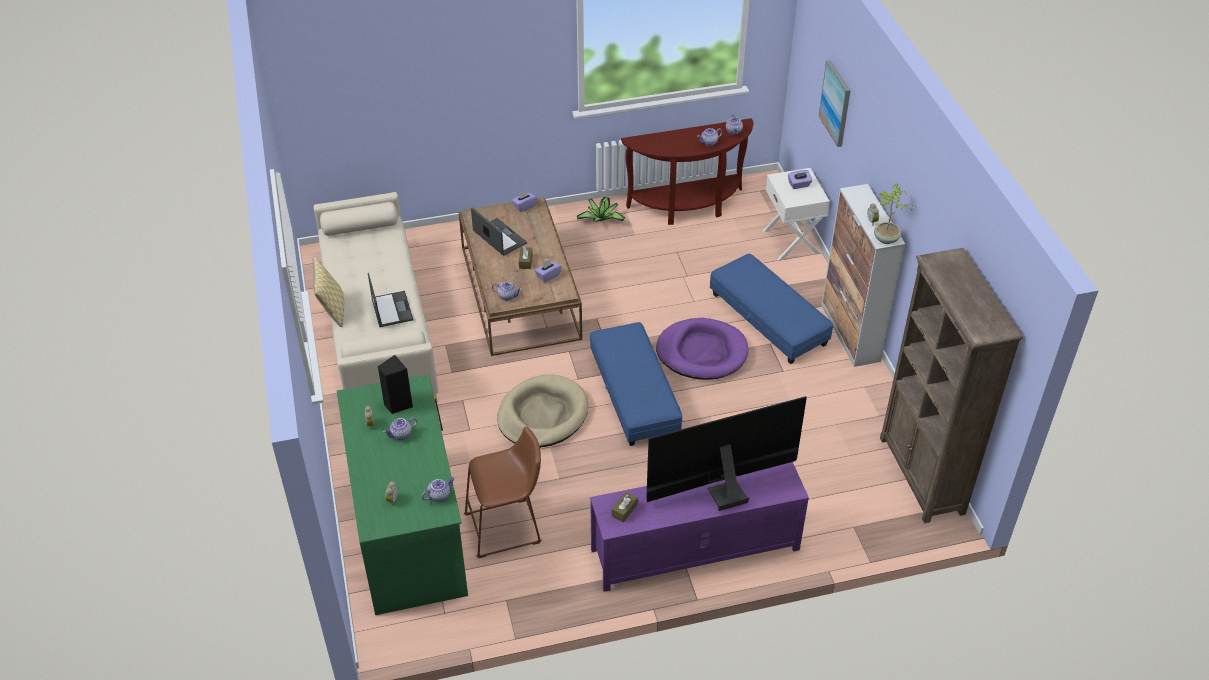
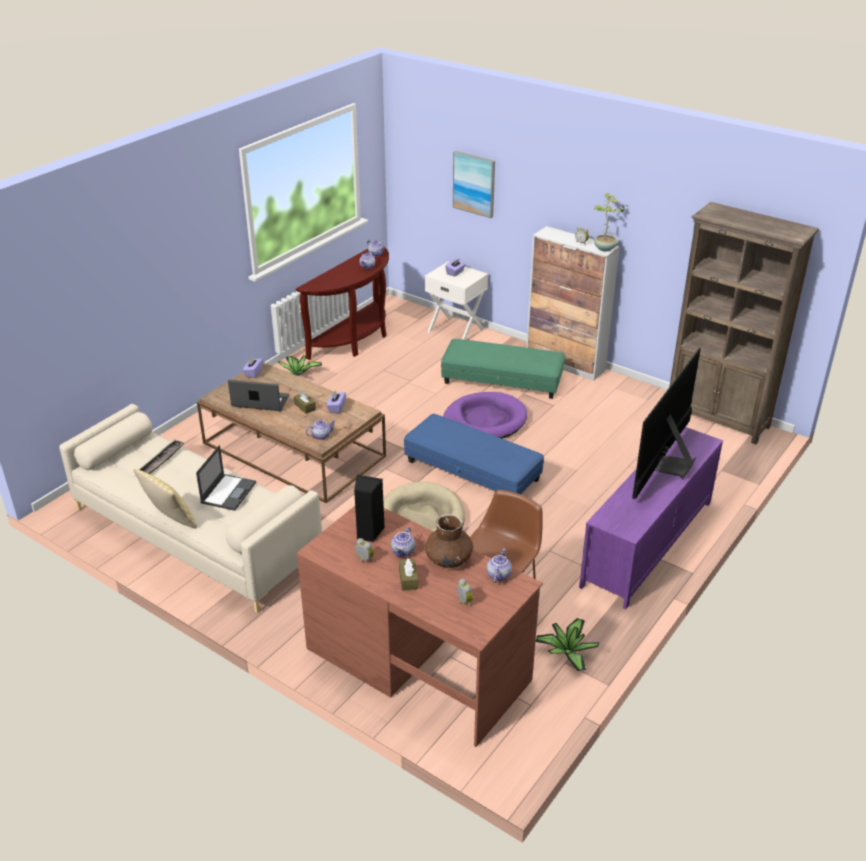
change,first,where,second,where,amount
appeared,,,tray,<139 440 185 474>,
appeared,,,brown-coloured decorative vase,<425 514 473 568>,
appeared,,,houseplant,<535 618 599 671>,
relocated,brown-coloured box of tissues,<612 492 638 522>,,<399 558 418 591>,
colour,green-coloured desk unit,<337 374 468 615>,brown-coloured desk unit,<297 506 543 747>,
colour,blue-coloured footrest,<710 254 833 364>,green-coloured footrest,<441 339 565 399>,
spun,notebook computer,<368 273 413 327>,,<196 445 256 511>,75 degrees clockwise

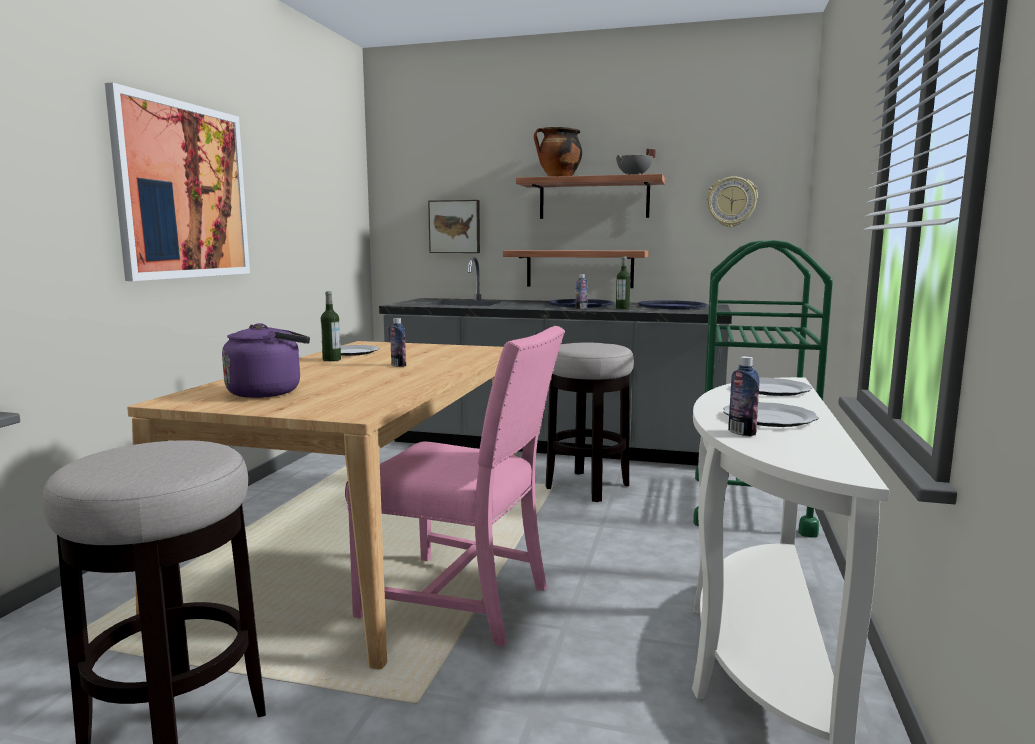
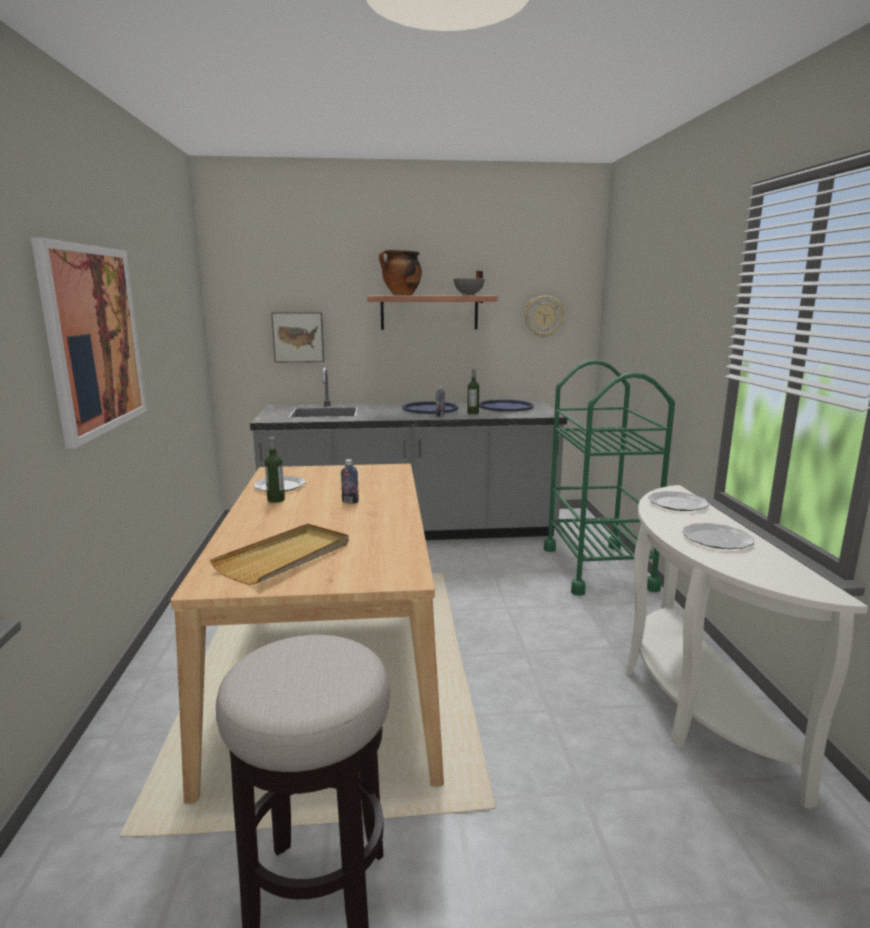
change,first,where,second,where,amount
missing,pinkish chair,<345 326 565 647>,,,
missing,shelf,<503 250 649 288>,,,
missing,stool seat,<546 343 634 502>,,,
missing,bottle,<728 356 760 436>,,,
exchanged,purple tea kettle,<222 323 310 398>,sand-coloured tray,<210 523 349 585>,

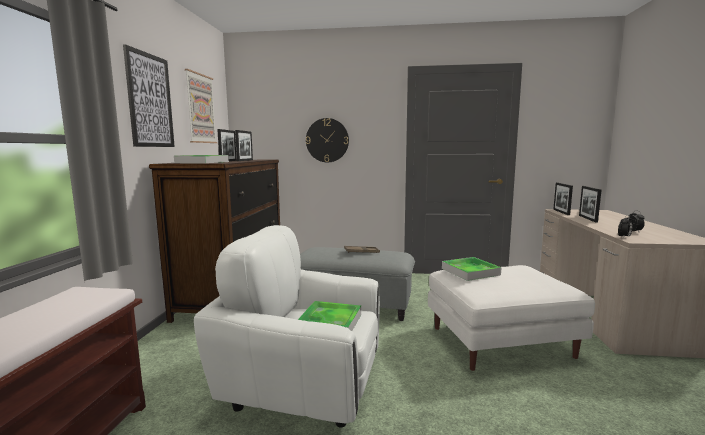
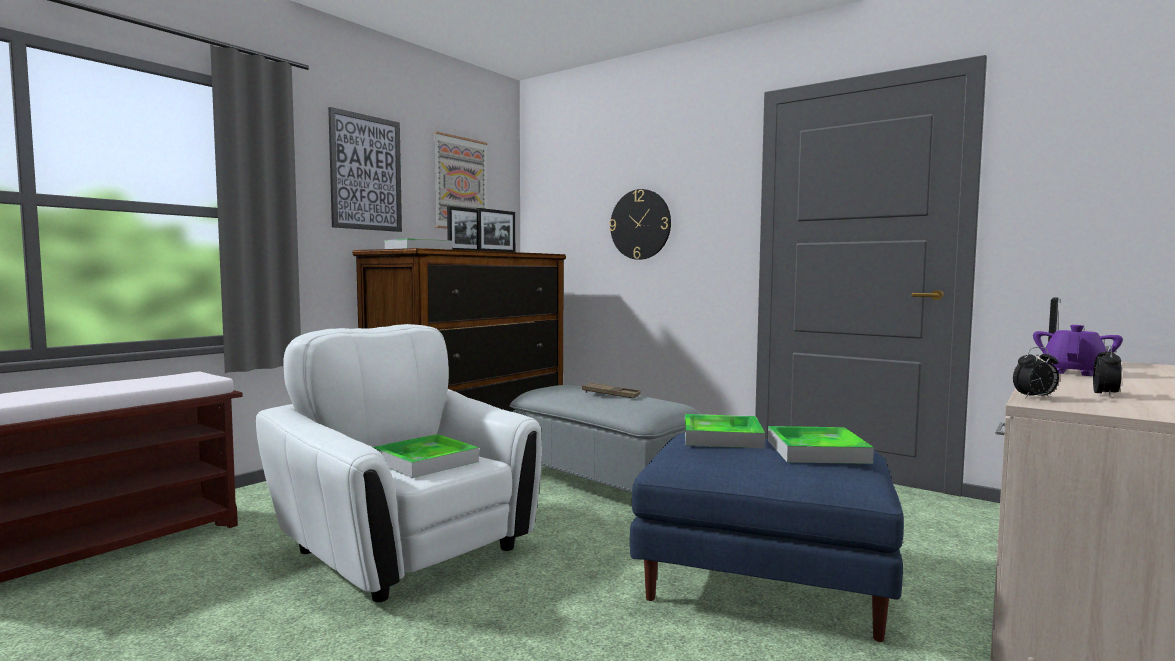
change,first,where,second,where,amount
appeared,,,tray,<768 426 874 464>,
exchanged,standing frame,<579 186 601 223>,purple teapot,<1033 325 1123 376>,
colour,white-coloured footrest,<428 265 595 371>,blue-coloured footrest,<630 433 904 642>,

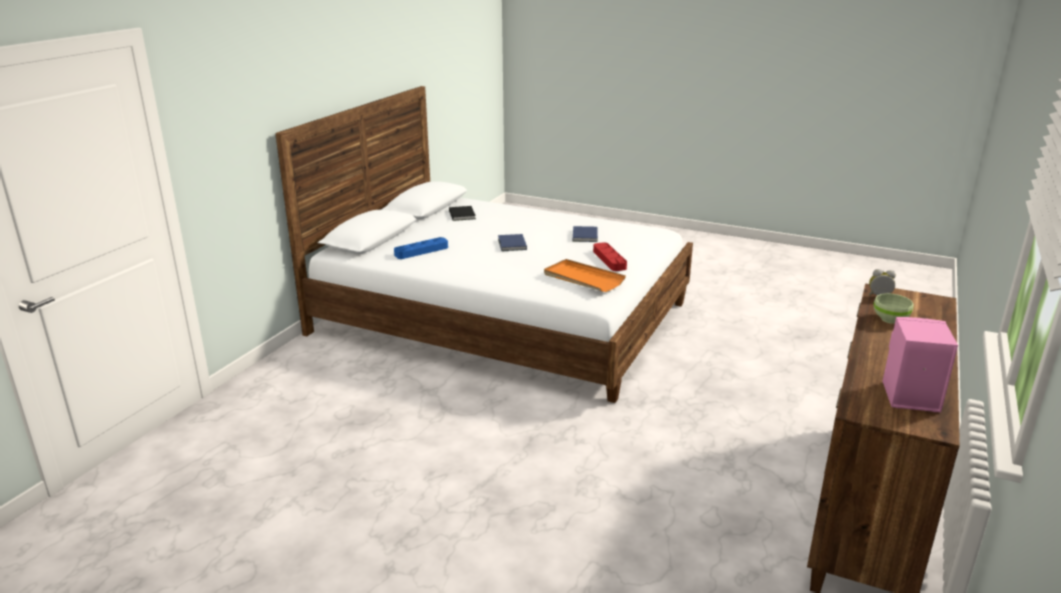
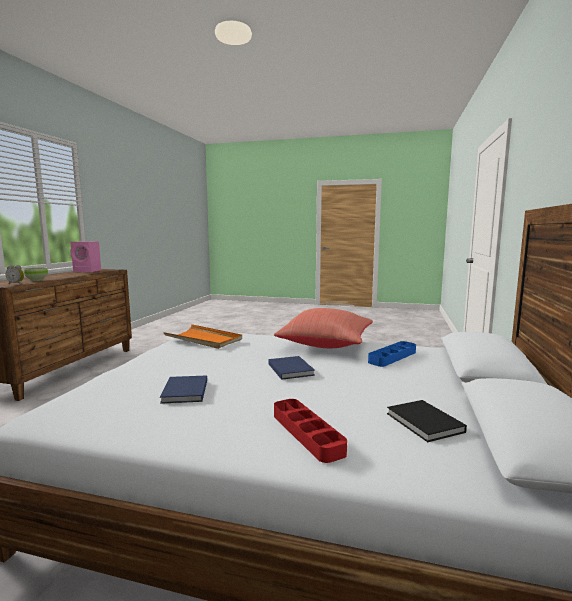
change,first,where,second,where,amount
appeared,,,red-coloured pillow,<274 308 373 348>,
relocated,red-coloured tray,<593 242 627 271>,,<274 399 347 463>,

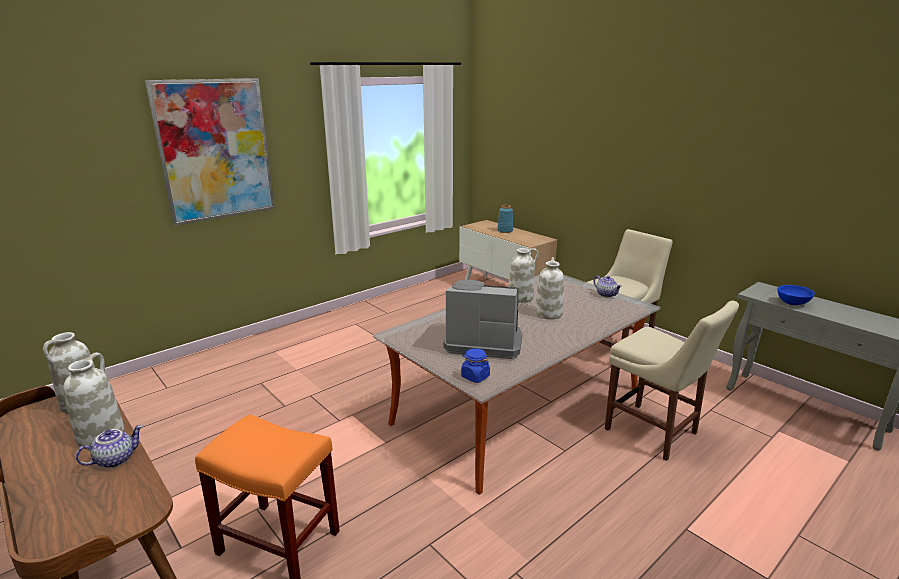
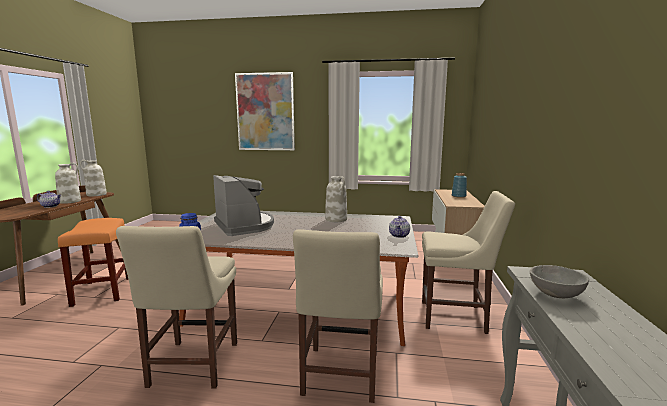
change,first,where,second,where,amount
missing,white-coloured decorative vase,<535 257 564 319>,,,
appeared,,,sand-coloured chair,<116 226 237 389>,
colour,blue-coloured deep dish,<777 285 815 305>,greyish deep dish,<530 265 589 298>,

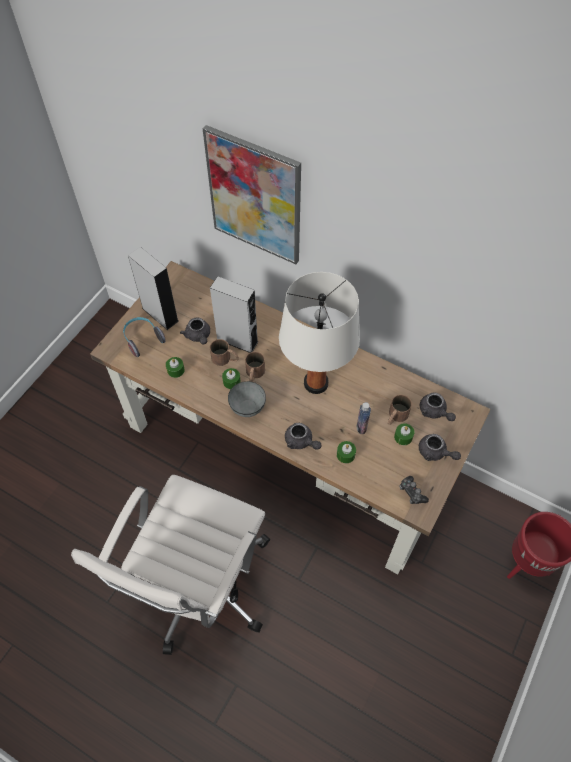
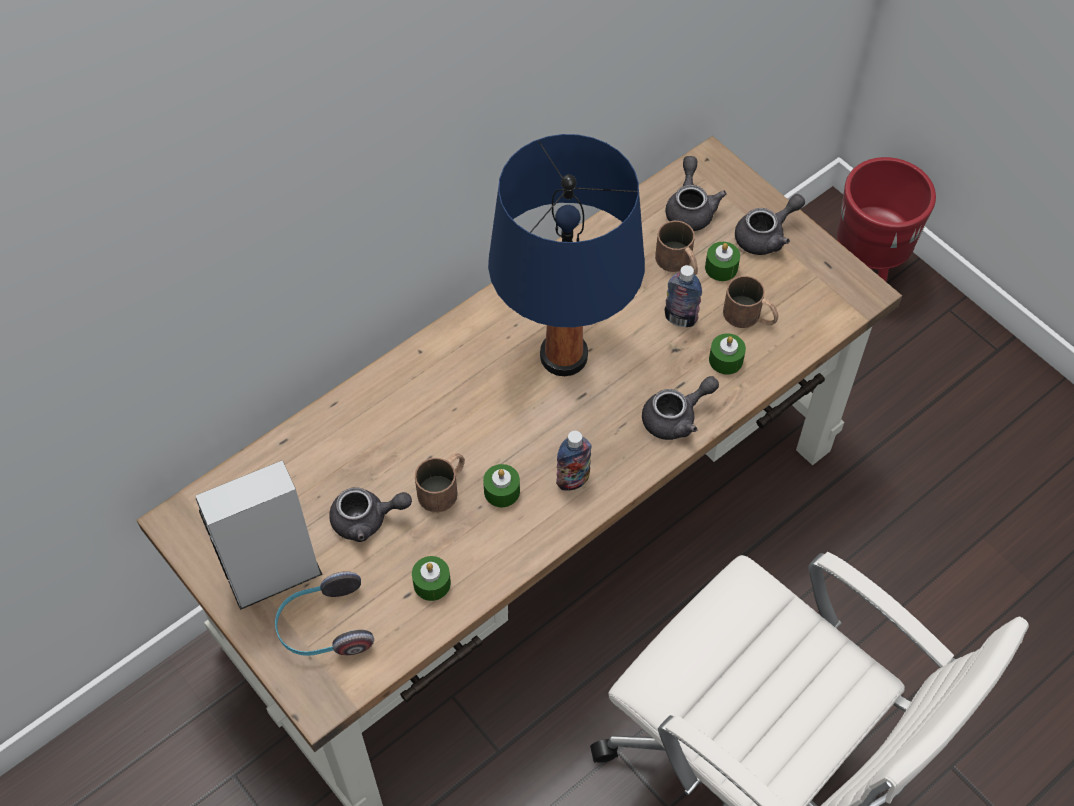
change,first,where,second,where,amount
missing,wall art,<203 125 301 264>,,,
missing,greyish speaker,<210 276 258 353>,,,
missing,game controller,<400 476 429 504>,,,
relocated,brown-coloured coffee mug,<245 352 265 382>,,<723 276 778 328>,
exchanged,greyish deep dish,<228 381 266 417>,bottle,<556 431 592 491>,
colour,white-coloured table lamp,<279 272 360 394>,blue-coloured table lamp,<488 134 645 376>,
spun,greyish teapot,<420 393 456 421>,,<665 156 727 231>,75 degrees counterclockwise

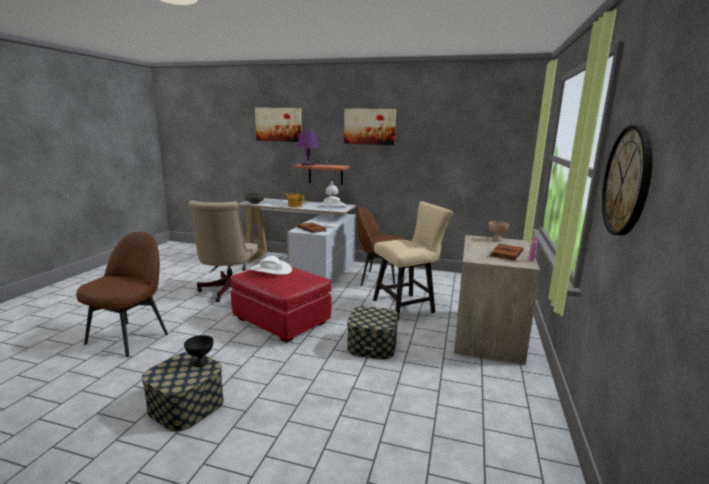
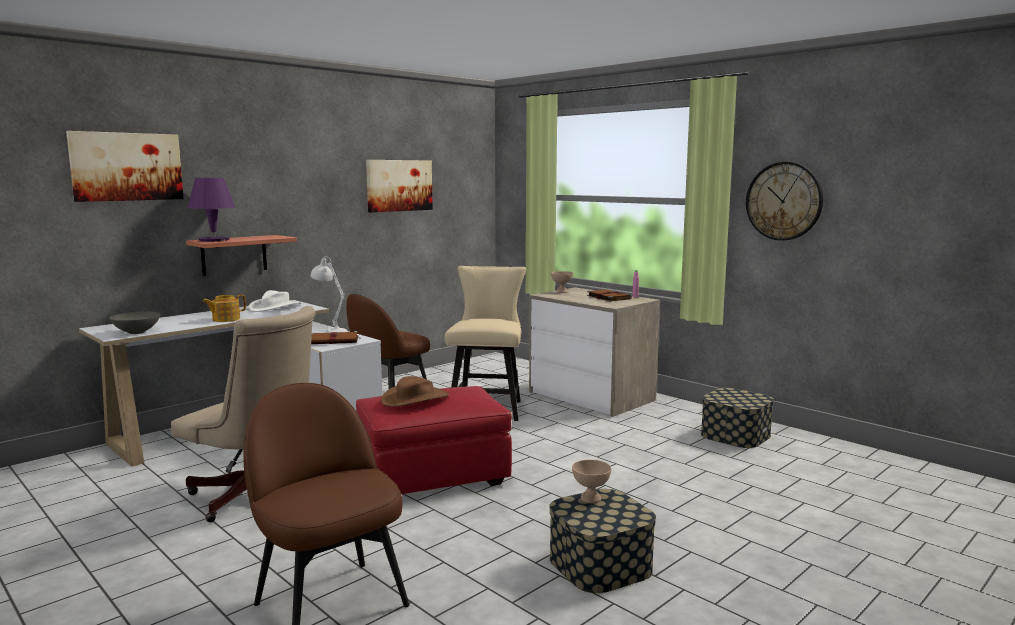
change,first,where,second,where,amount
relocated,wall art,<344 109 396 145>,,<366 160 433 212>,
relocated,storage container,<347 306 399 359>,,<701 388 774 448>,
colour,blackish deep dish,<184 335 214 367>,sand-coloured deep dish,<572 460 611 503>,
colour,white-coloured wearable hat,<250 256 292 275>,brown-coloured wearable hat,<381 376 449 407>,

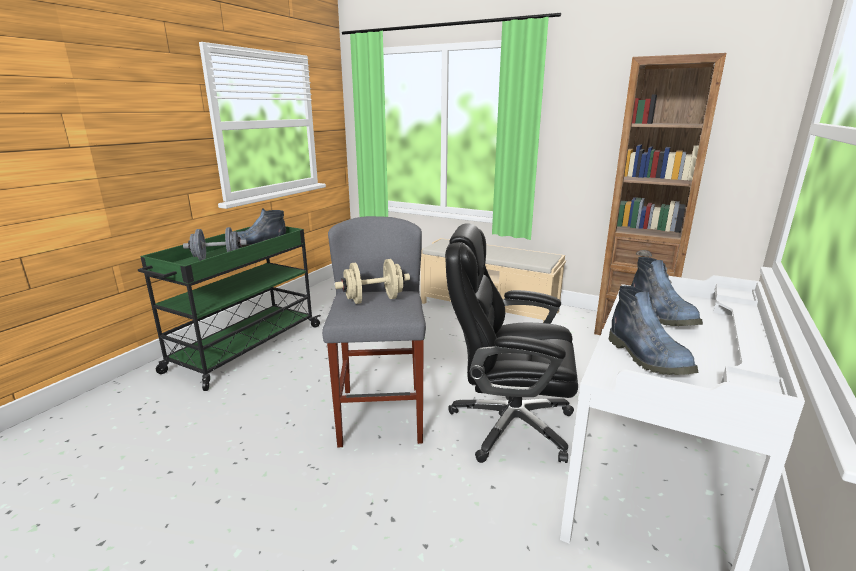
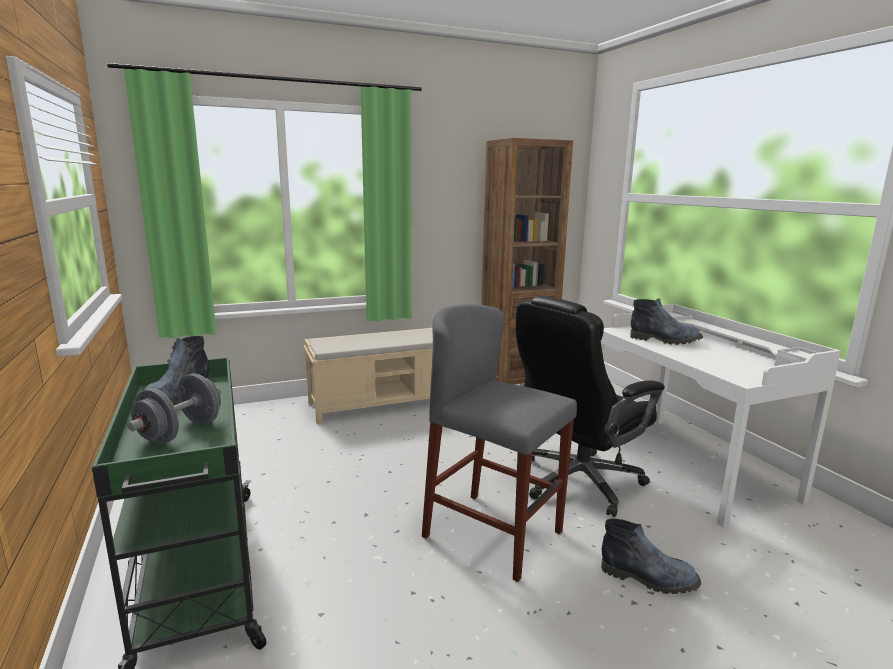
change,first,where,second,where,amount
missing,sand-coloured dumbbell,<335 259 410 304>,,,
relocated,boot,<609 286 698 375>,,<601 518 701 594>,

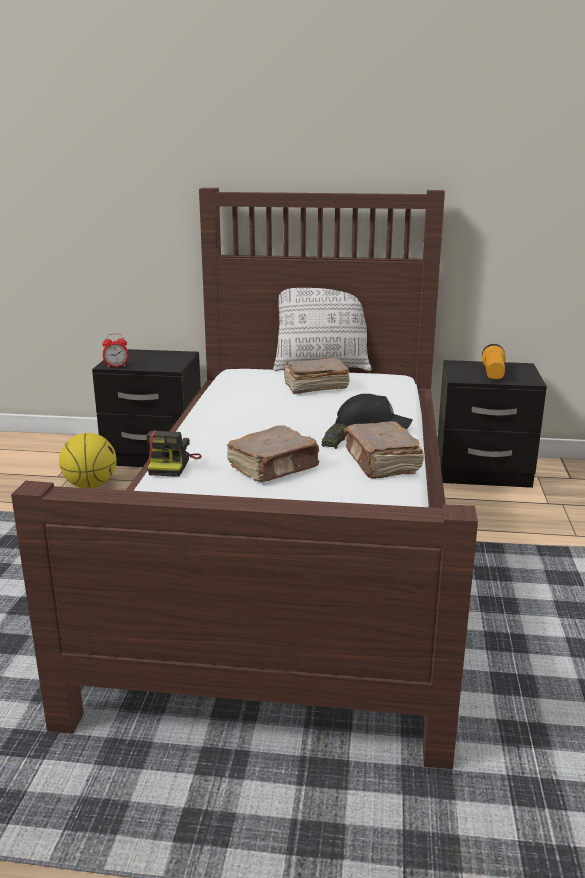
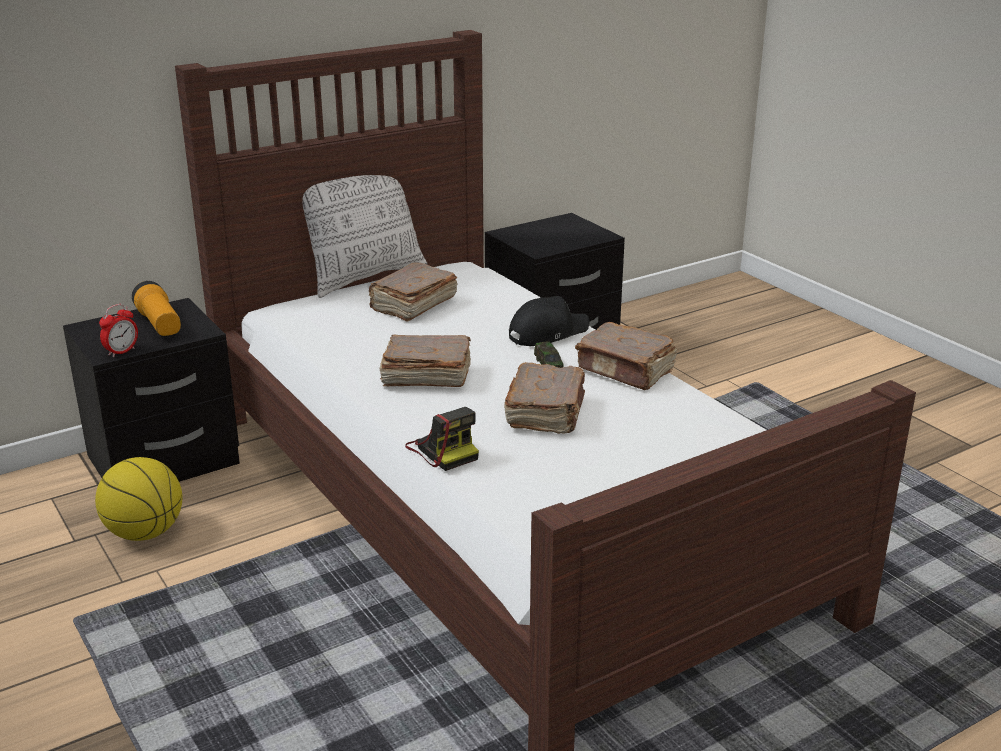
change,first,where,second,where,amount
appeared,,,brown-coloured bound book,<379 335 471 387>,
relocated,flashlight,<482 344 506 379>,,<132 281 181 336>,

